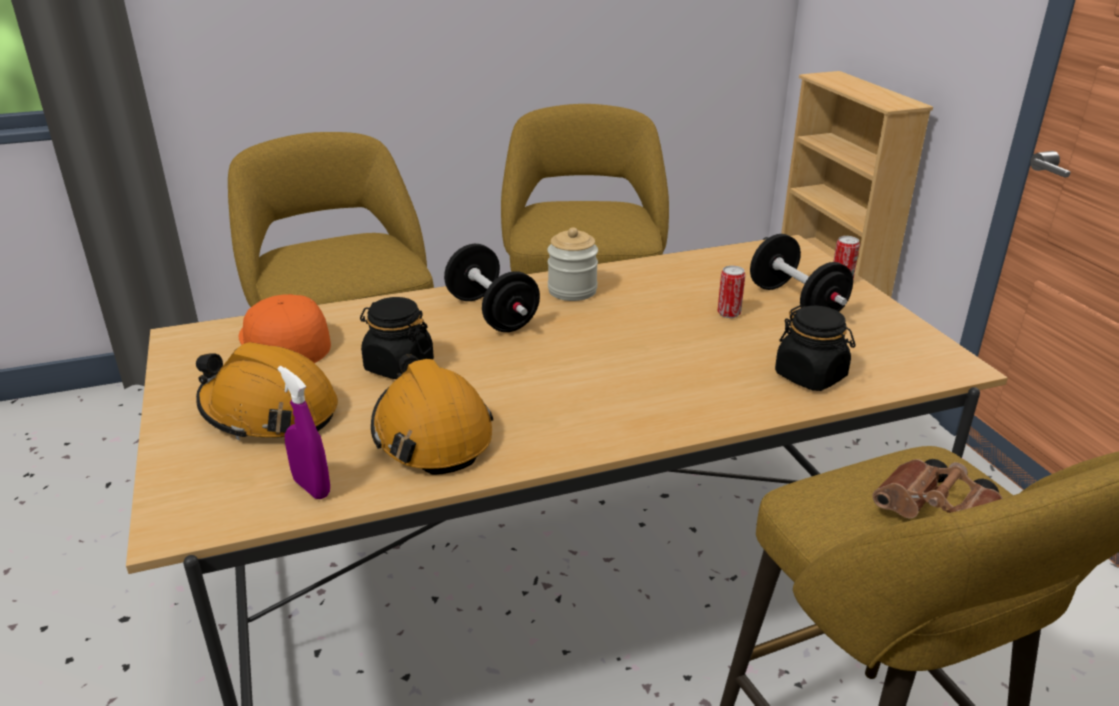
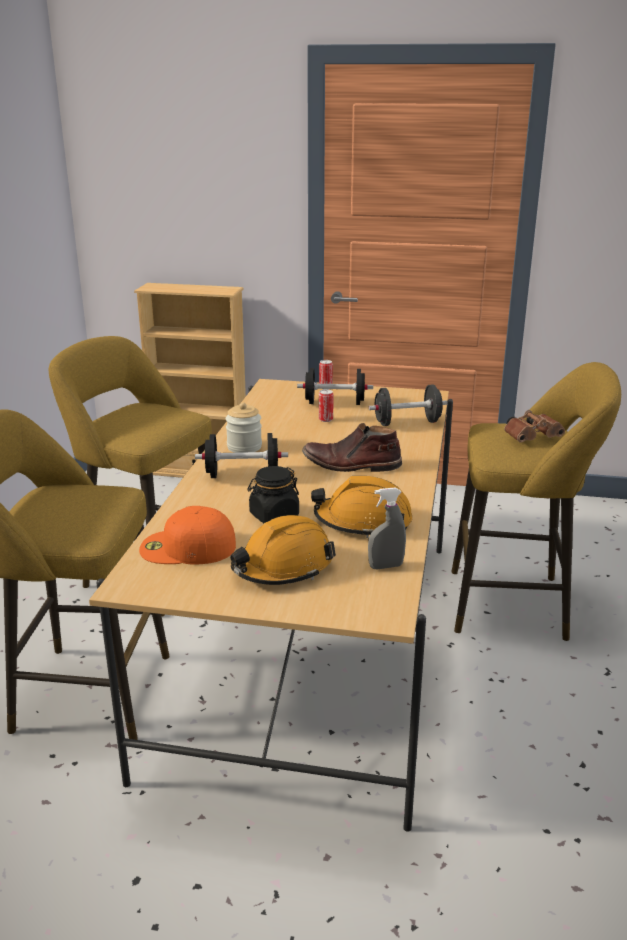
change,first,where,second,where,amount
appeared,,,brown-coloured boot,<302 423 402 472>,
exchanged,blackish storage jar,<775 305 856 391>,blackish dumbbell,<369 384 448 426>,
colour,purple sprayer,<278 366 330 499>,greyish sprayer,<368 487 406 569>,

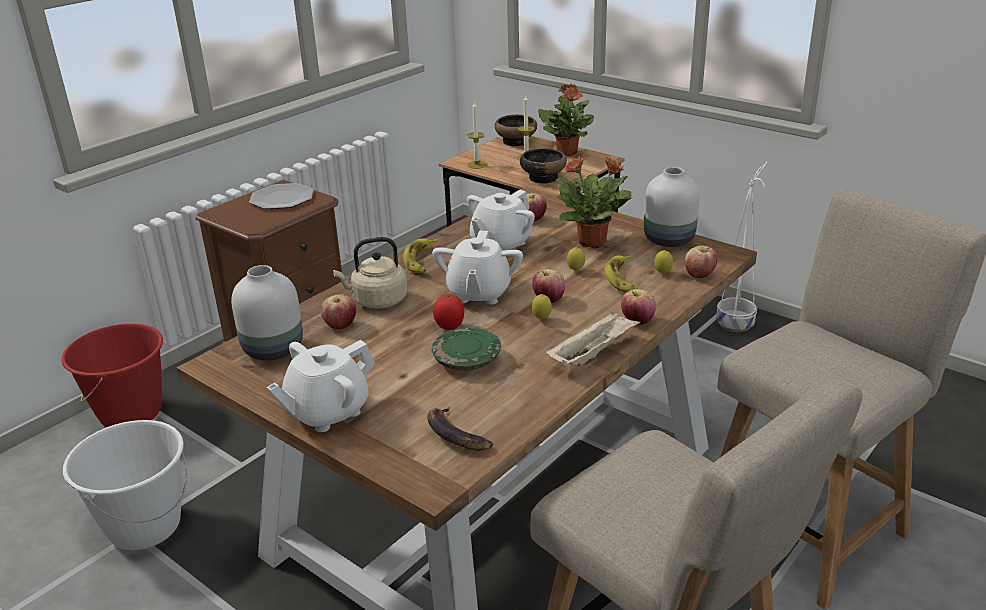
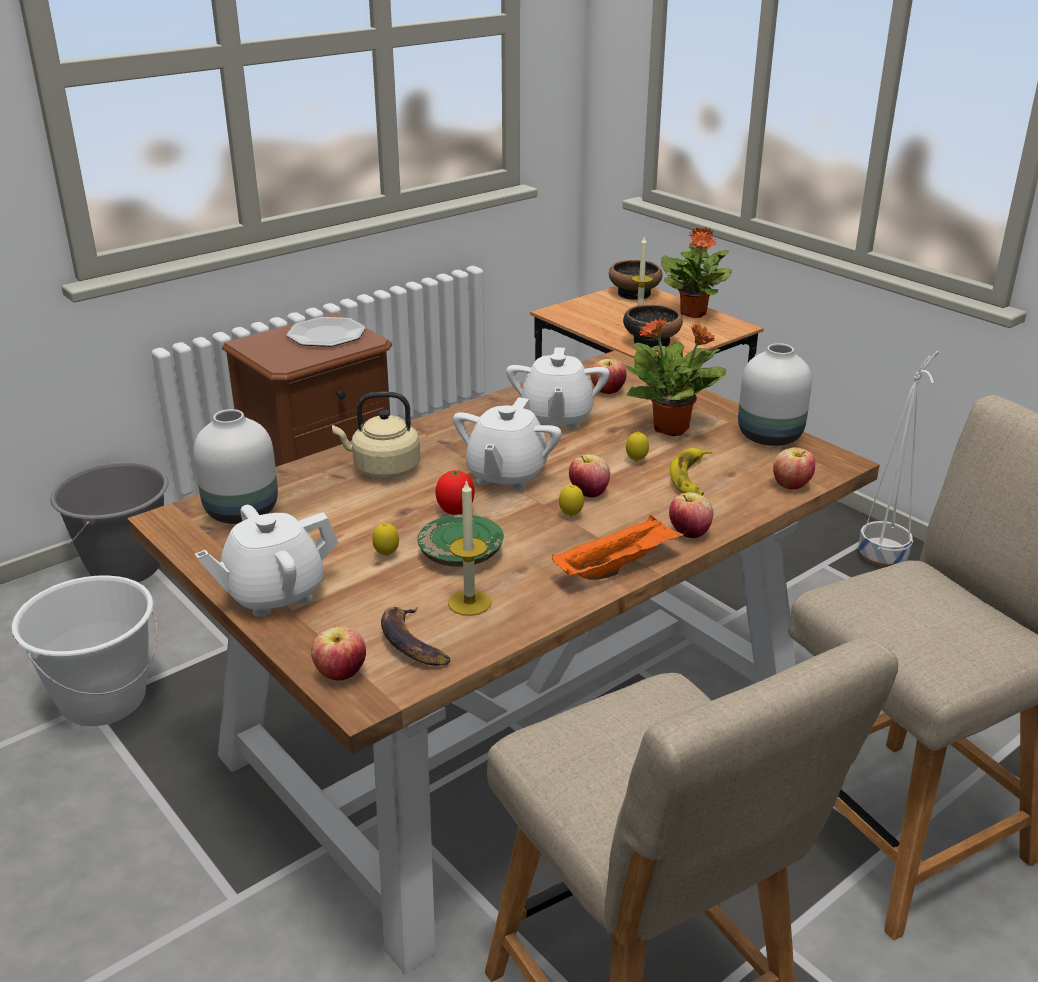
change,first,where,second,where,amount
missing,banana fruit,<403 238 437 273>,,,
relocated,whole apple,<321 294 356 329>,,<311 626 366 680>,
relocated,wax candle,<467 101 487 169>,,<448 479 492 616>,
relocated,citrus fruit,<654 250 673 274>,,<372 523 399 556>,
colour,red-coloured water bucket,<61 323 163 427>,greyish water bucket,<50 462 168 582>,
colour,sand-coloured tray,<546 310 640 366>,orange tray,<552 515 684 580>,
spun,white-coloured teapot,<467 190 535 251>,,<506 347 610 429>,45 degrees counterclockwise

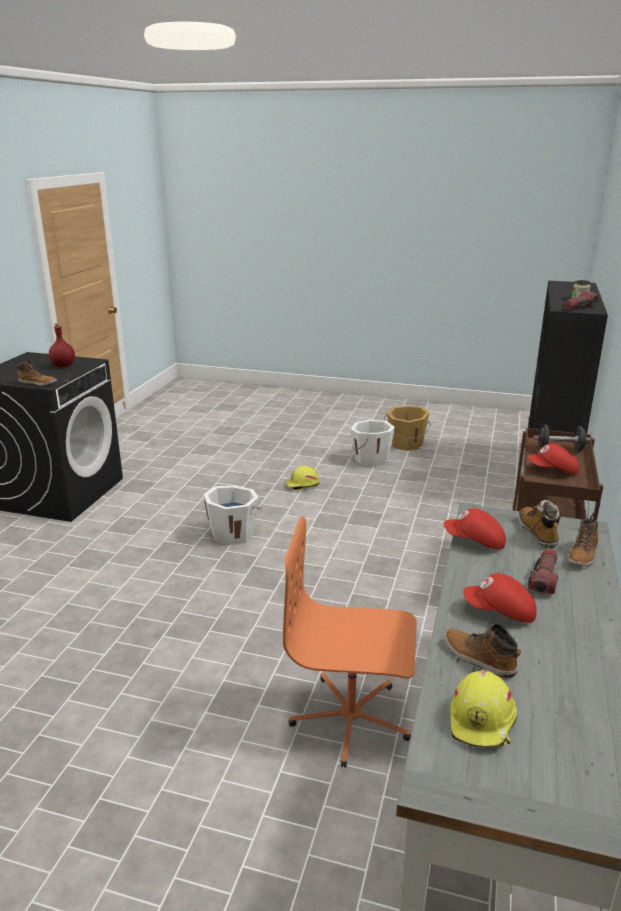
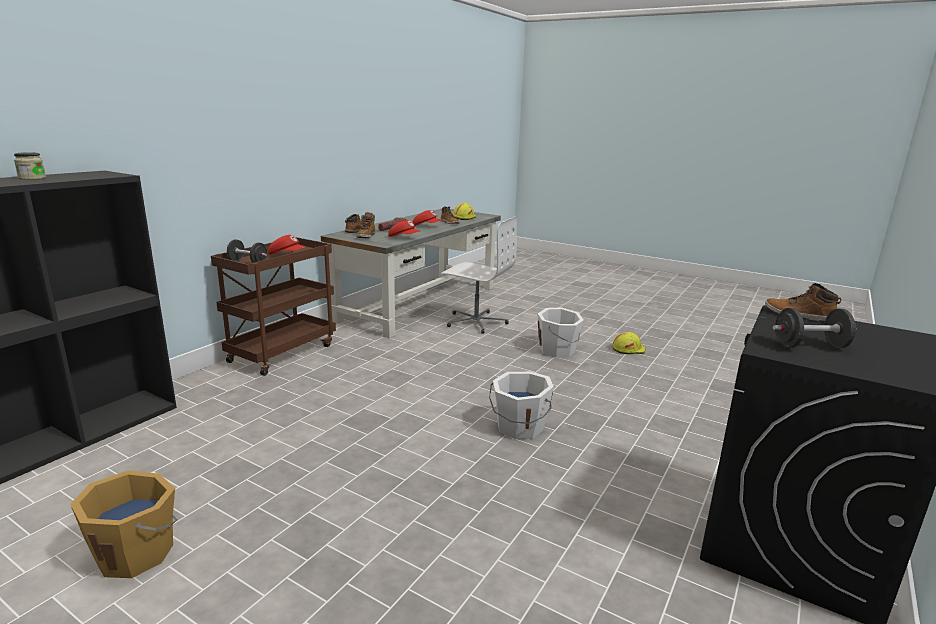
change,first,where,second,where,amount
missing,flashlight,<563 292 599 310>,,,
relocated,yellow work helmet,<286 466 320 492>,,<612 332 646 354>,
relocated,white-coloured water bucket,<351 420 395 467>,,<538 307 584 358>,
exchanged,red-coloured bottle,<49 323 75 367>,blackish dumbbell,<773 308 857 348>,
colour,orange desk chair,<283 517 417 767>,white-coloured desk chair,<441 216 517 334>,

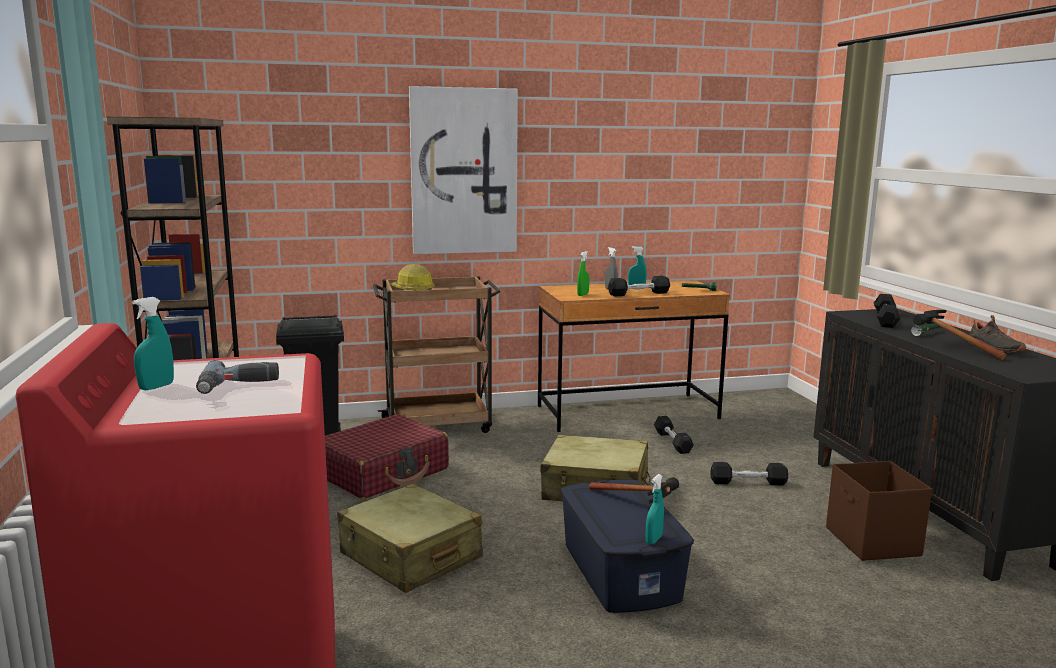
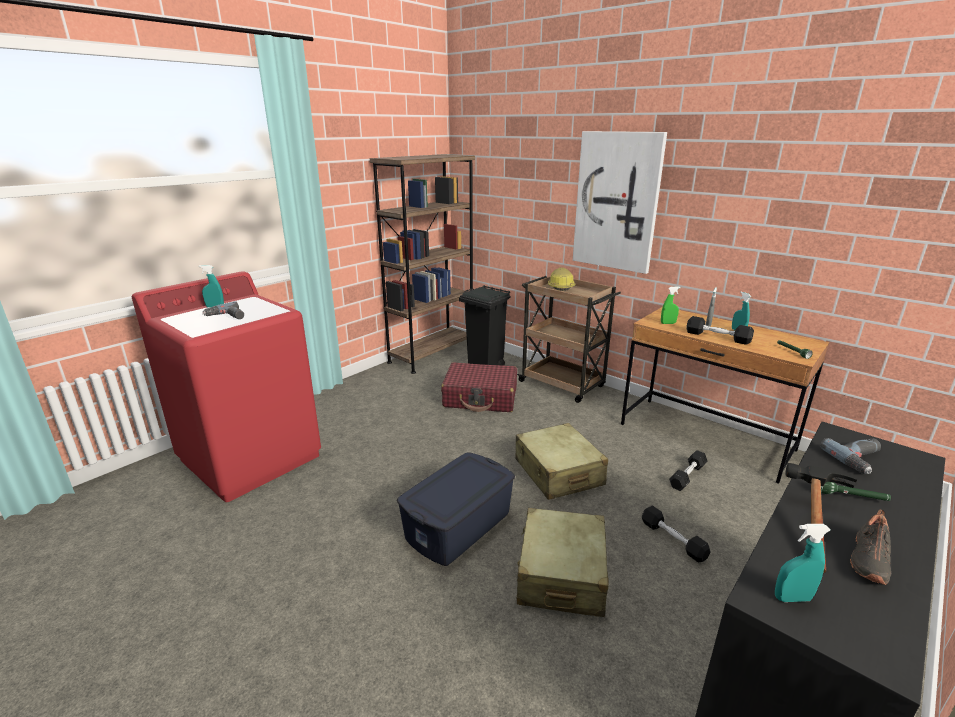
change,first,where,second,where,amount
missing,hammer,<589 477 679 503>,,,
missing,brown-coloured storage container,<826 461 932 561>,,,
relocated,sand-coloured travel case,<337 483 483 593>,,<517 508 609 617>,
relocated,turquoise-coloured sprayer,<646 474 664 544>,,<775 524 831 602>,
exchanged,blackish dumbbell,<874 294 900 328>,electric drill,<820 438 881 474>,

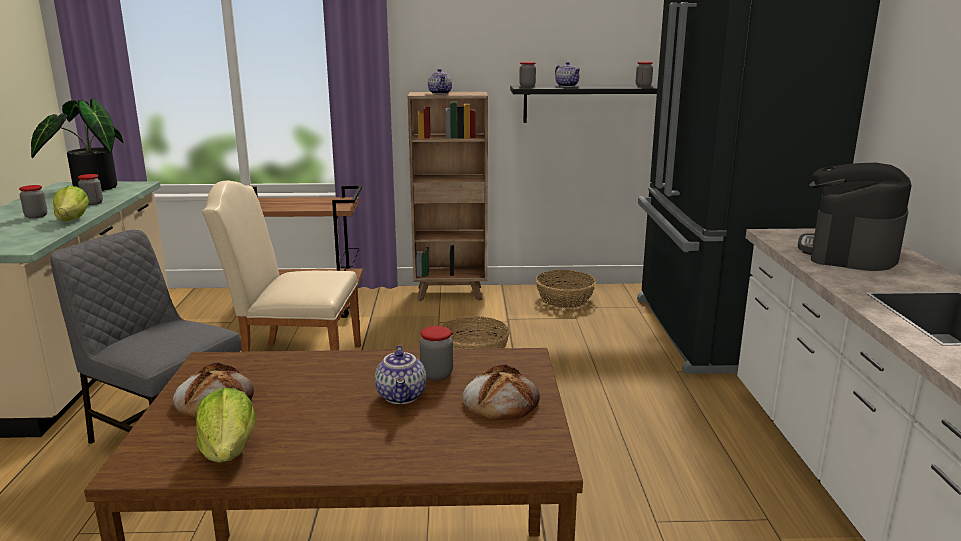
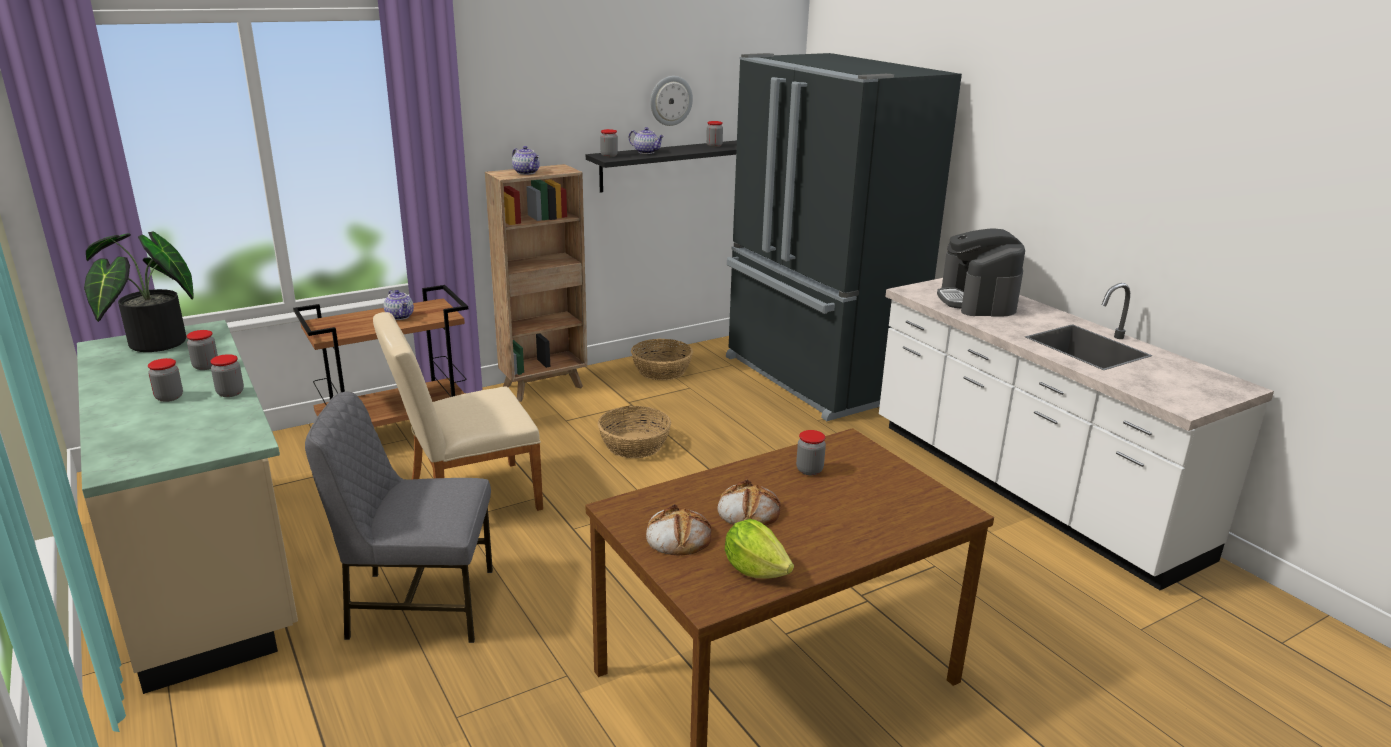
change,first,where,second,where,amount
appeared,,,wall clock,<650 76 693 126>,
relocated,teapot,<375 345 426 404>,,<384 290 414 320>,
relocated,bakery bread,<463 364 540 420>,,<717 480 781 526>,
exchanged,lettuce head,<53 186 89 221>,storage jar,<210 354 244 397>,

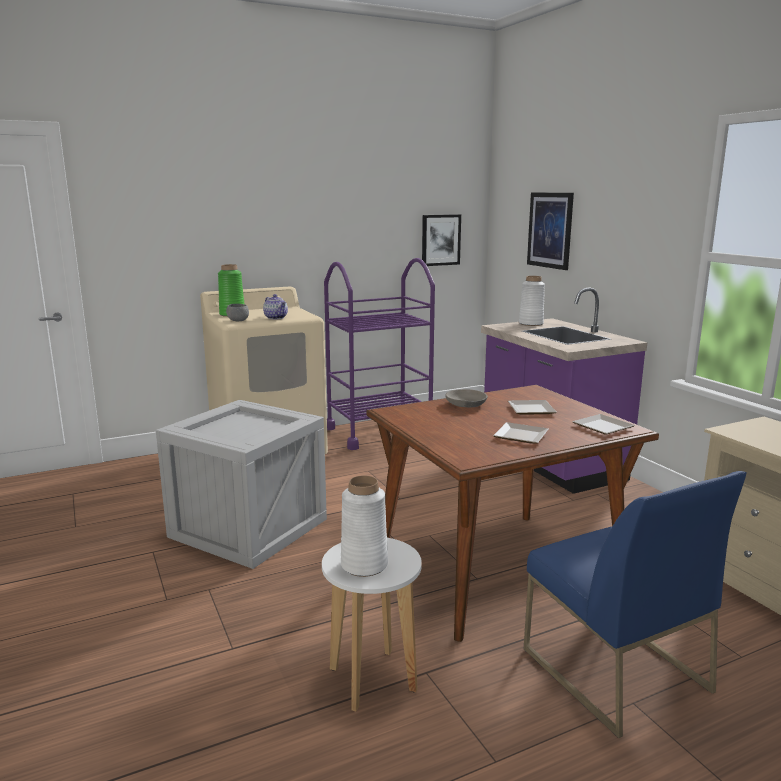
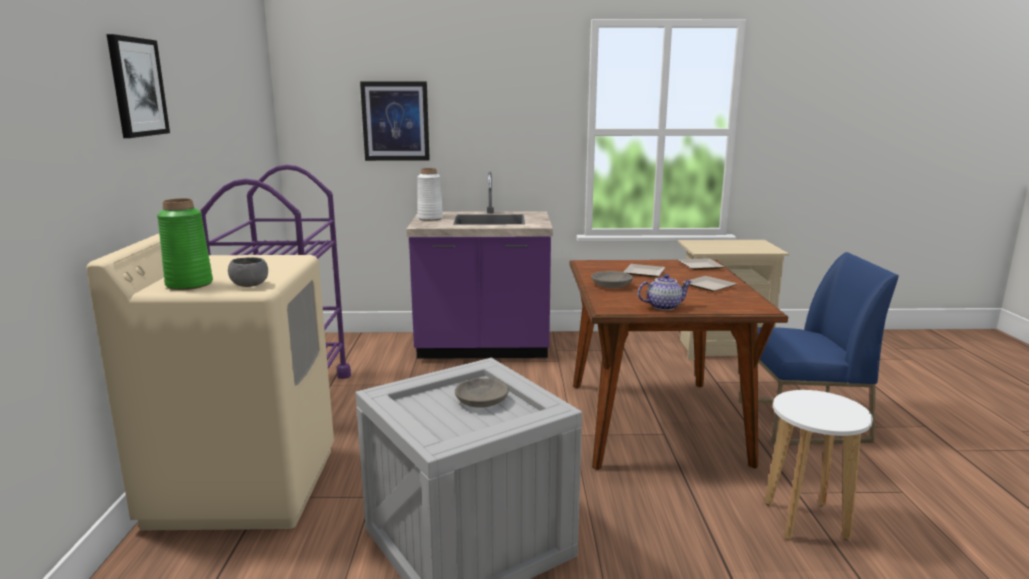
change,first,where,second,where,amount
missing,white-coloured decorative vase,<341 476 388 577>,,,
appeared,,,greyish deep dish,<455 378 509 408>,
relocated,teapot,<263 294 288 320>,,<638 274 693 310>,
relocated,wall art,<422 214 461 266>,,<107 34 170 138>,

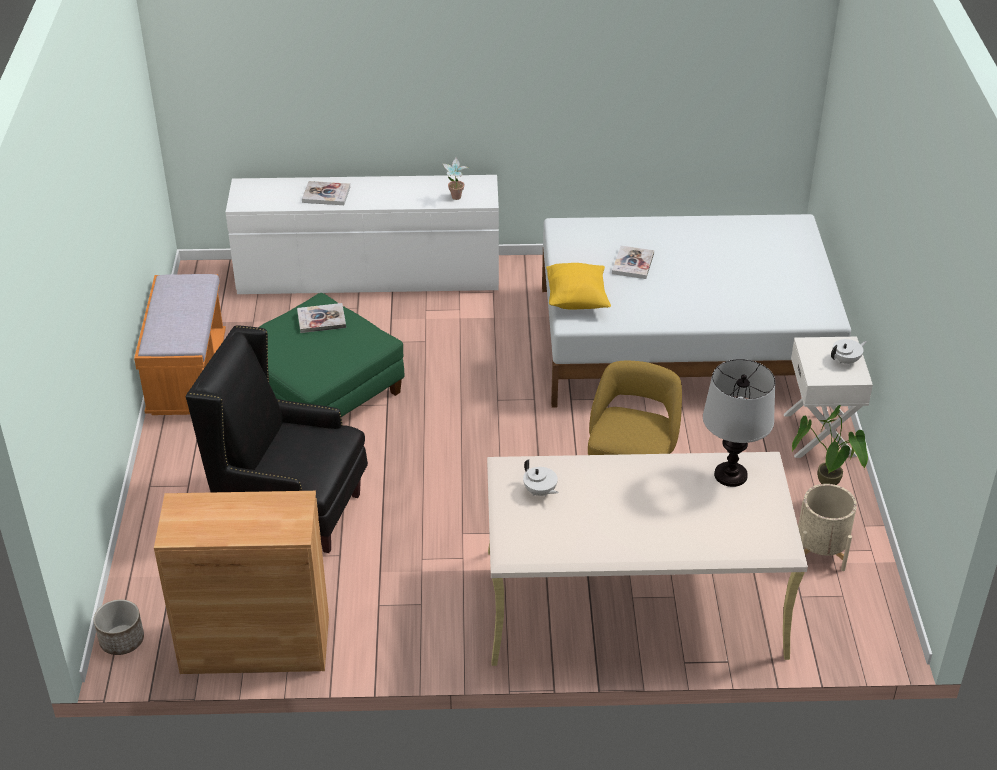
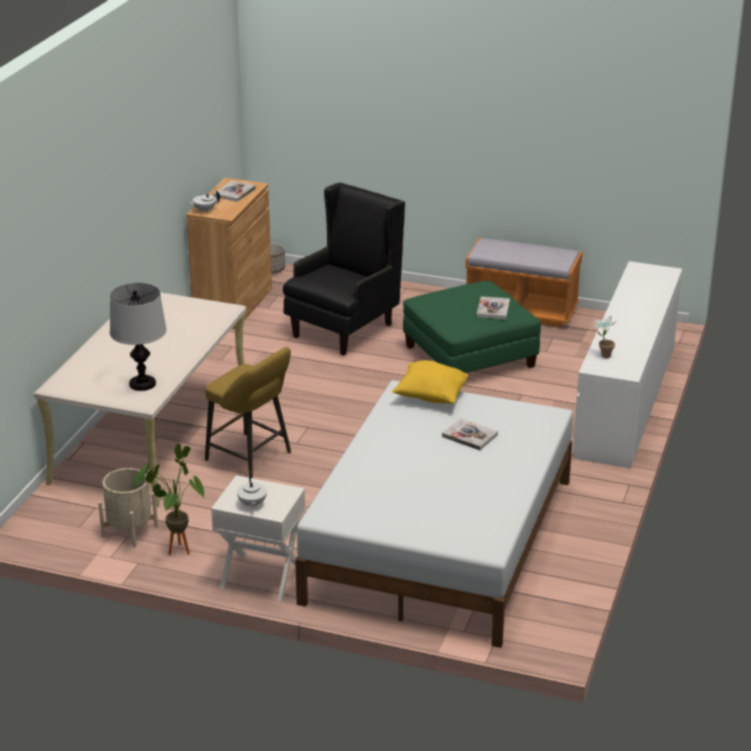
change,first,where,second,where,amount
relocated,bound book,<302 181 350 205>,,<213 181 256 202>,
relocated,white-coloured teapot,<523 460 559 497>,,<187 191 220 213>,

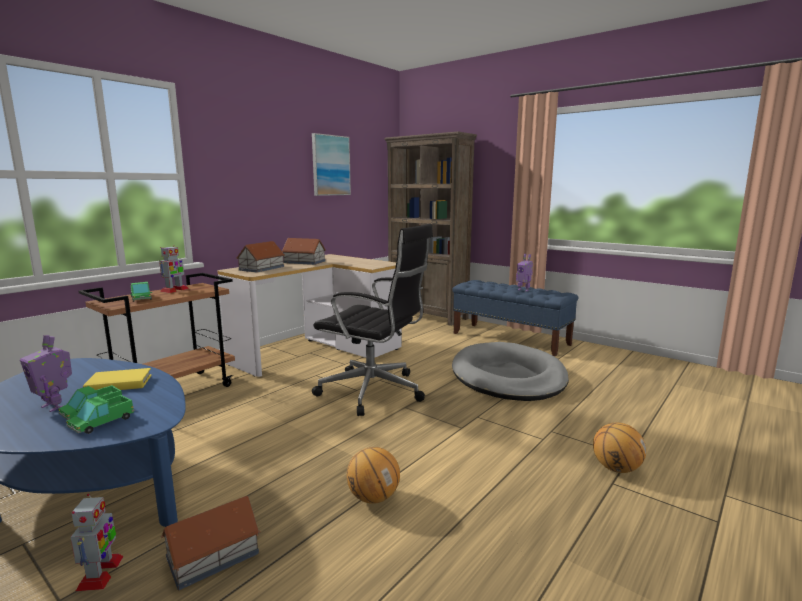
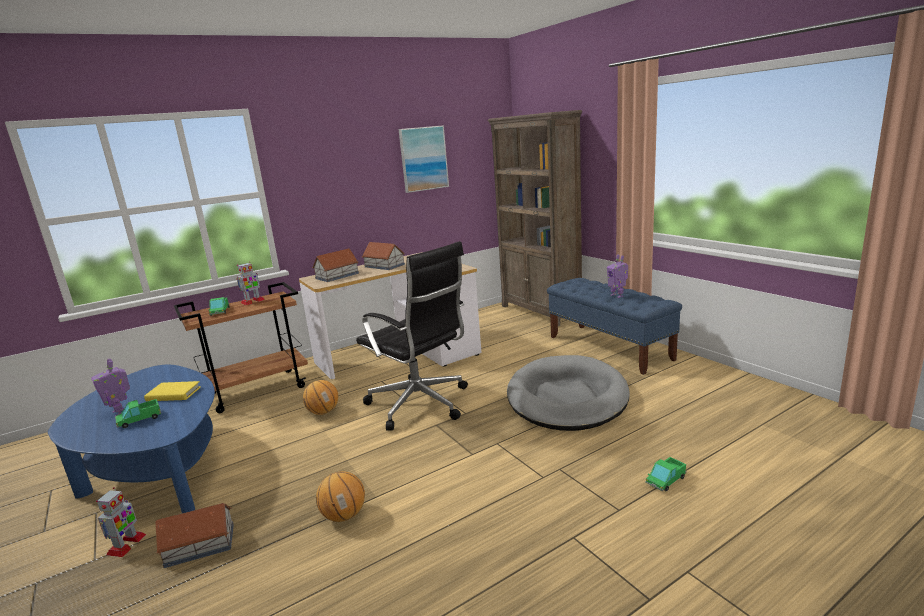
change,first,where,second,where,amount
relocated,toy lorry,<66 395 135 434>,,<645 457 687 492>,
relocated,basketball,<593 423 646 473>,,<303 380 338 415>,

